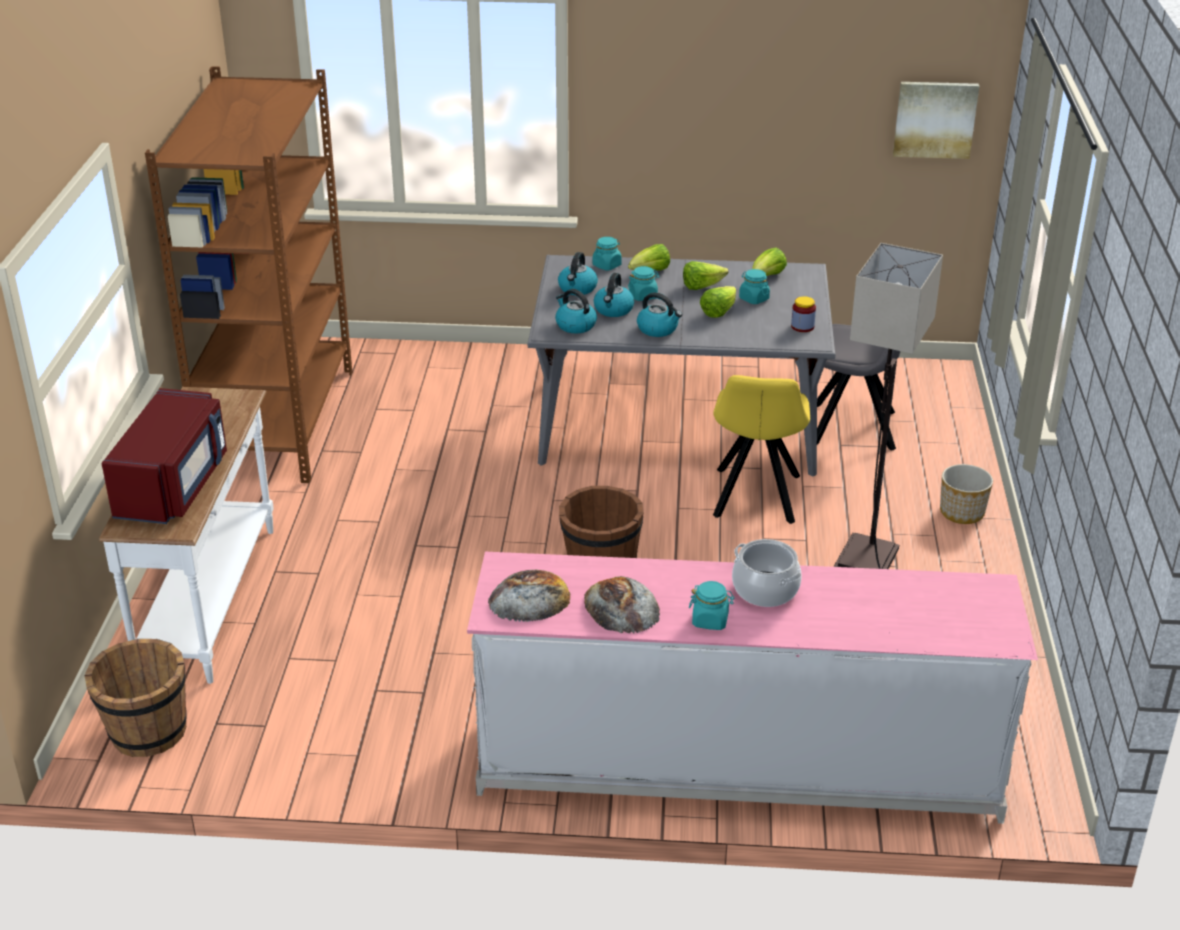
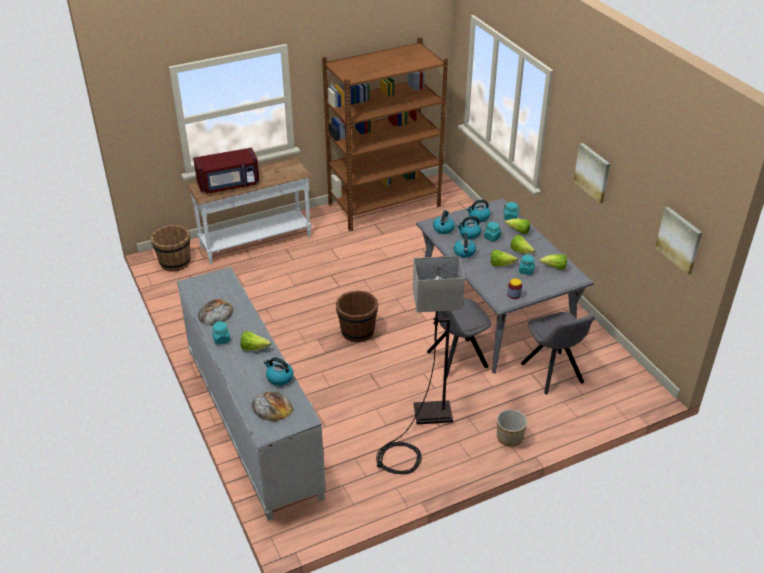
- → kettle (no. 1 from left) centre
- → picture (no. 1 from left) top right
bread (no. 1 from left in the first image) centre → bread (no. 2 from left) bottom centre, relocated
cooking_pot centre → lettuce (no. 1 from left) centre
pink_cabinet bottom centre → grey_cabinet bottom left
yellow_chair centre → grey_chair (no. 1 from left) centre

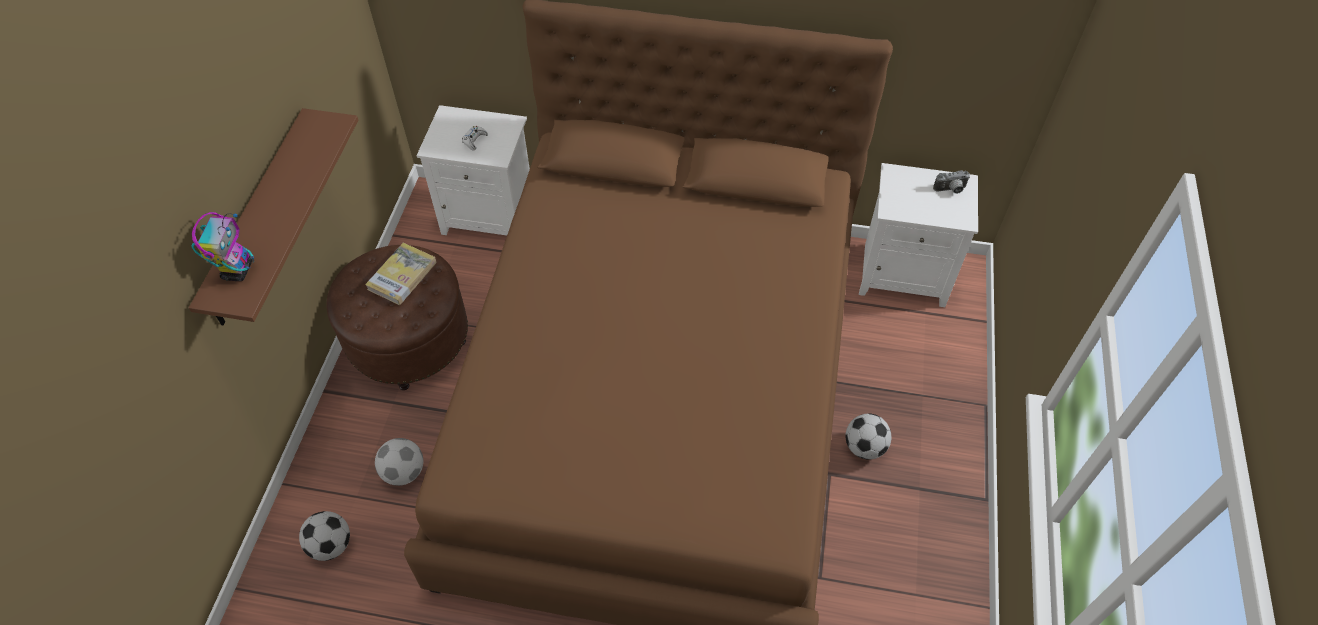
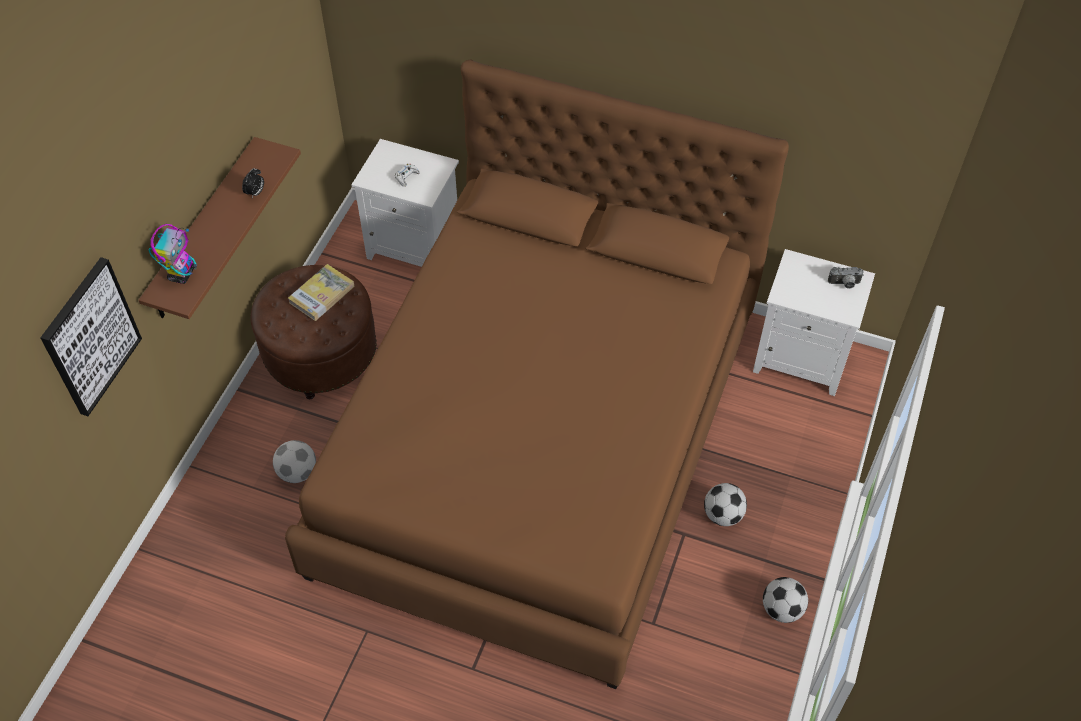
- → picture middle left
- → alarm_clock top left
football (no. 1 from left in the first image) bottom left → football (no. 3 from left) bottom right, relocated

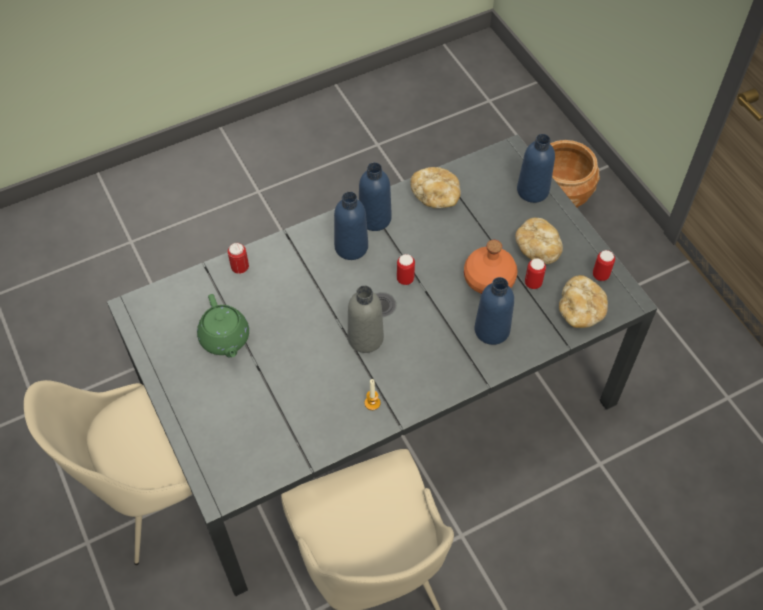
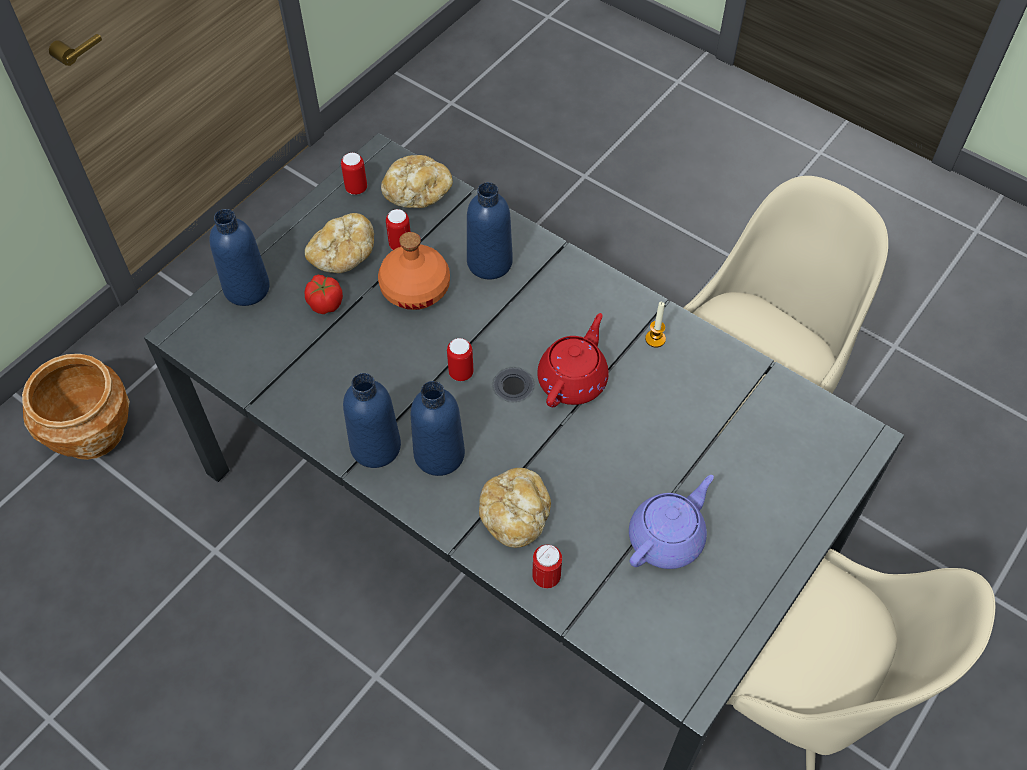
- → tomato middle left
bread (no. 1 from left in the first image) top centre → bread (no. 3 from left) centre, relocated
grey_bottle centre → red_teapot centre
green_teapot middle left → purple_teapot bottom centre

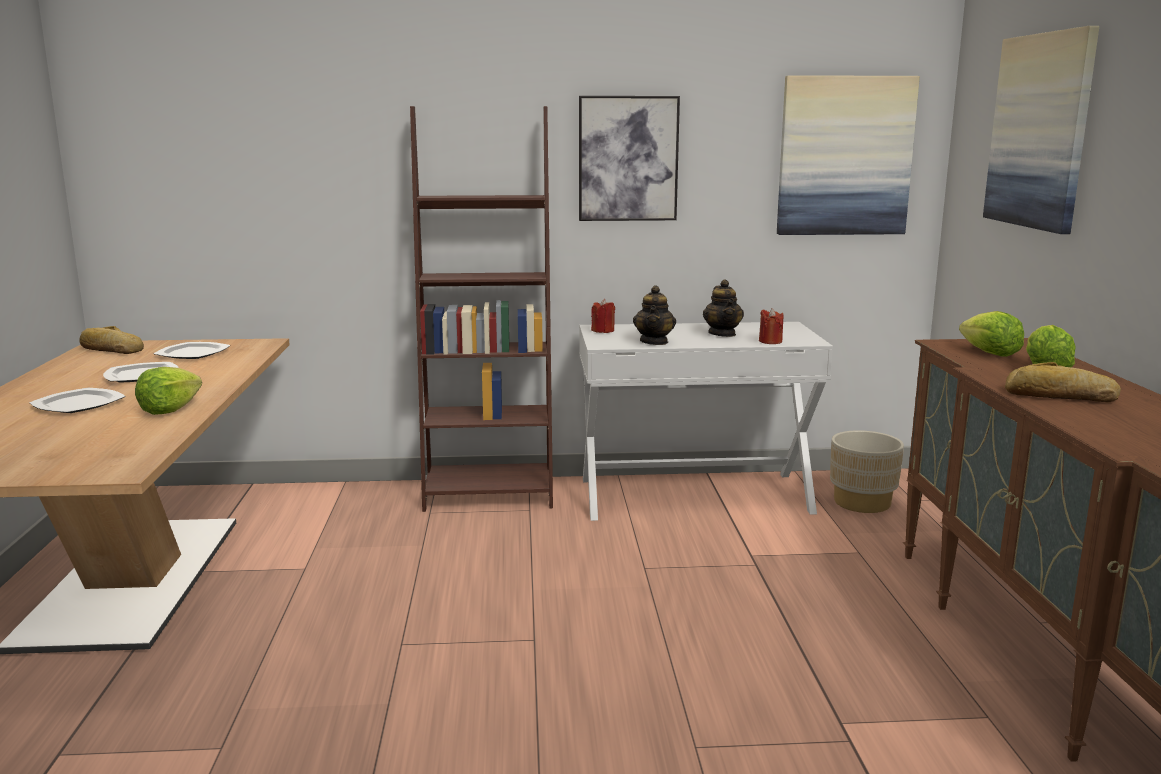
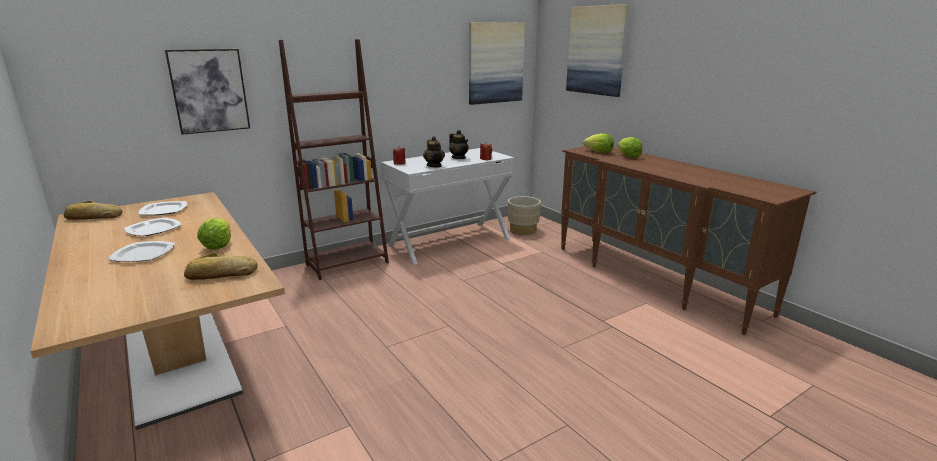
picture (no. 1 from left) top centre → picture (no. 1 from left) top left, relocated
bread (no. 2 from left) middle right → bread (no. 2 from left) middle left, relocated

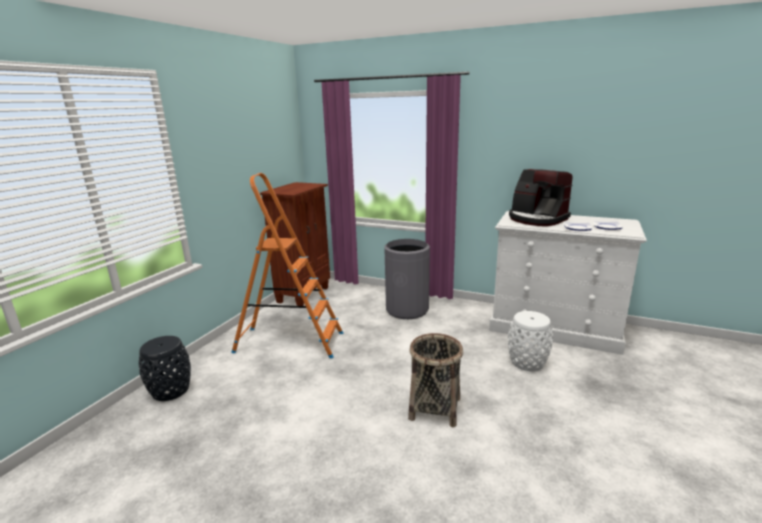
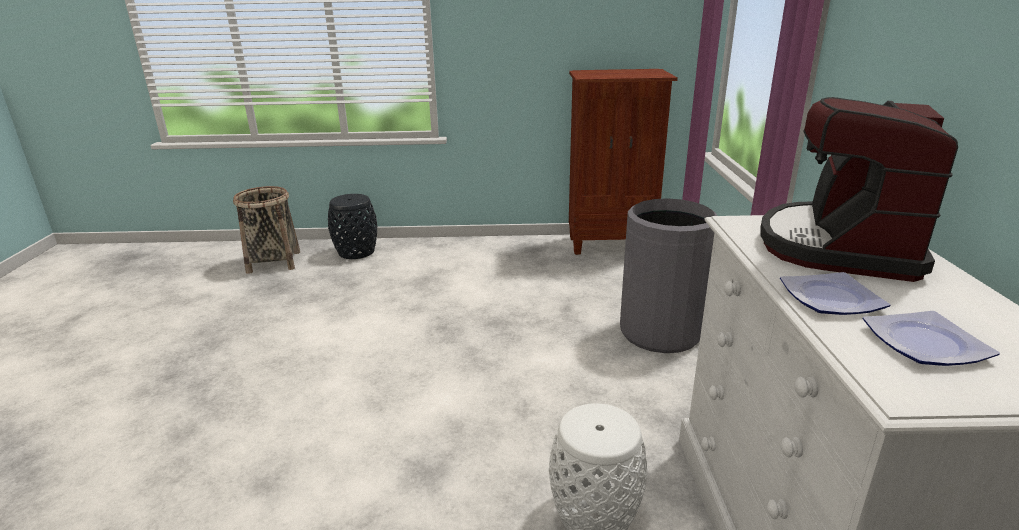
orange_step_ladder centre → -
basket bottom centre → basket middle left, relocated

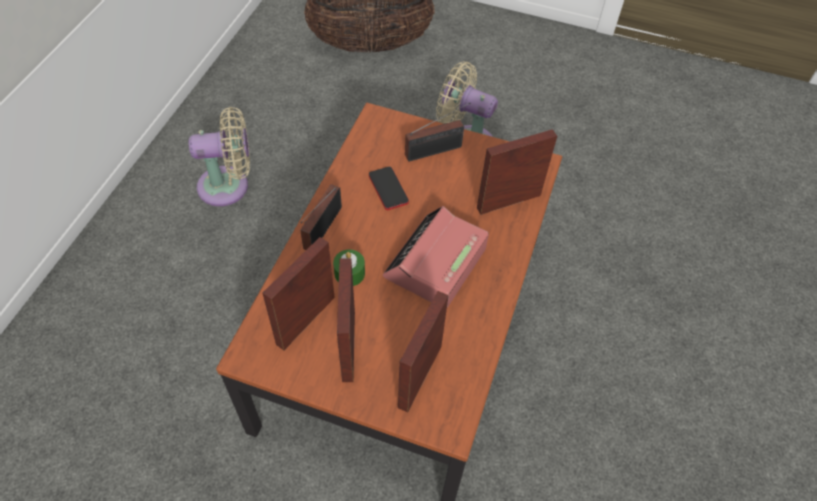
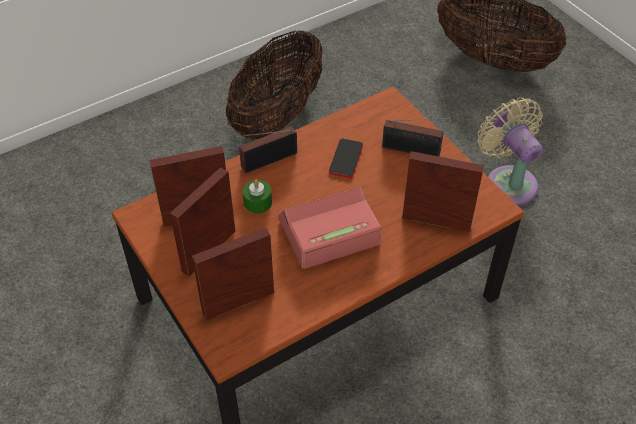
beige_fan (no. 1 from left) top left → basket (no. 1 from left) top centre

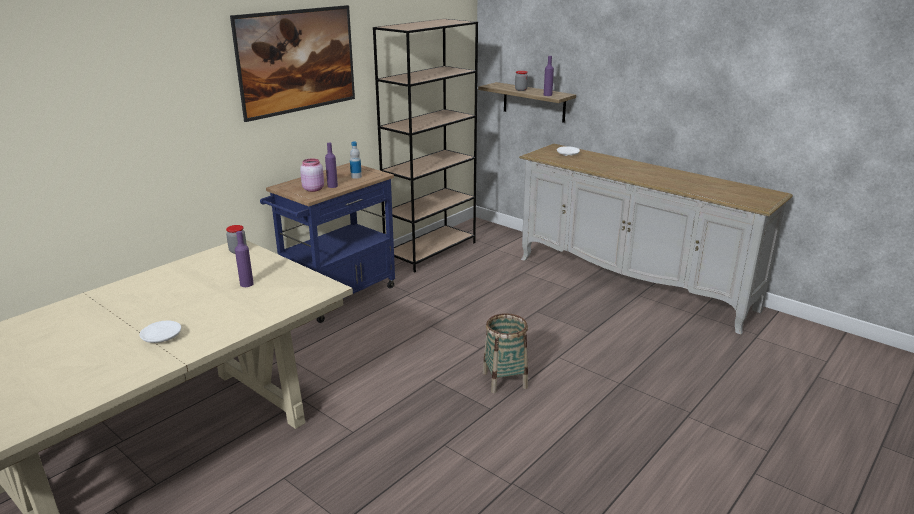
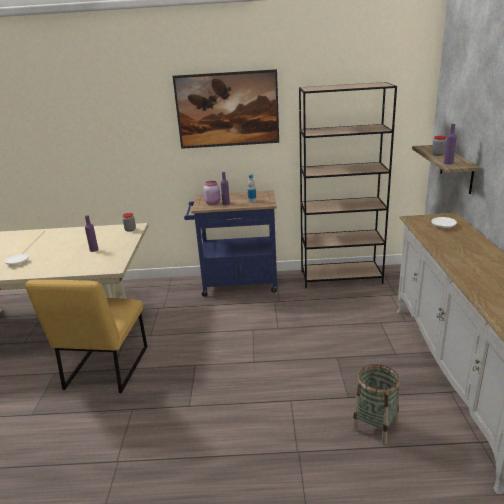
- → yellow_chair bottom left
basket bottom centre → basket bottom right, relocated

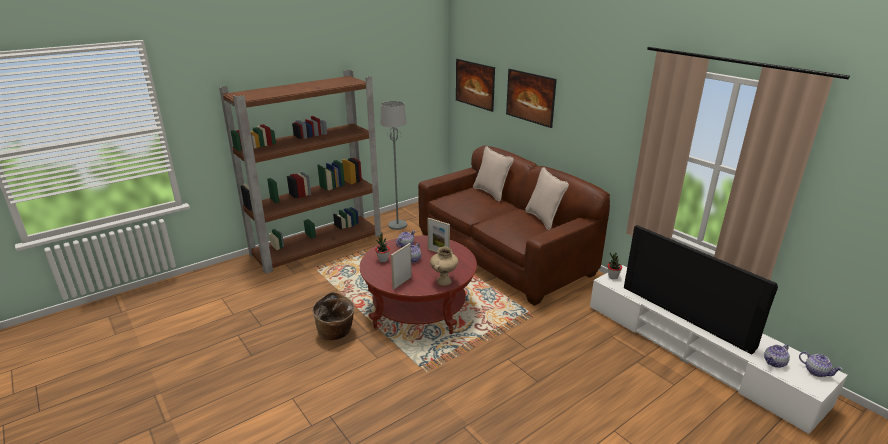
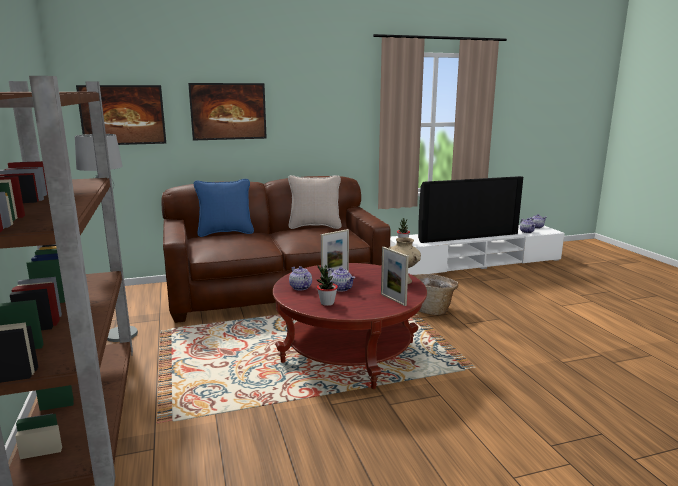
basket bottom centre → basket centre, relocated
beige_pillow (no. 1 from left) centre → blue_pillow middle left

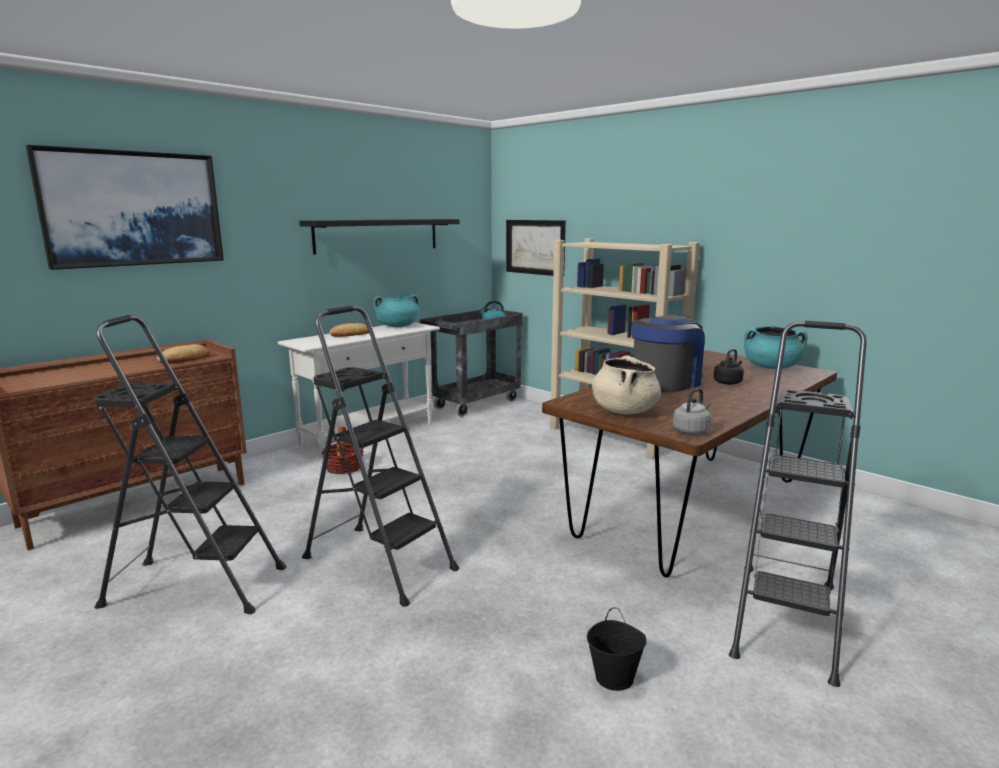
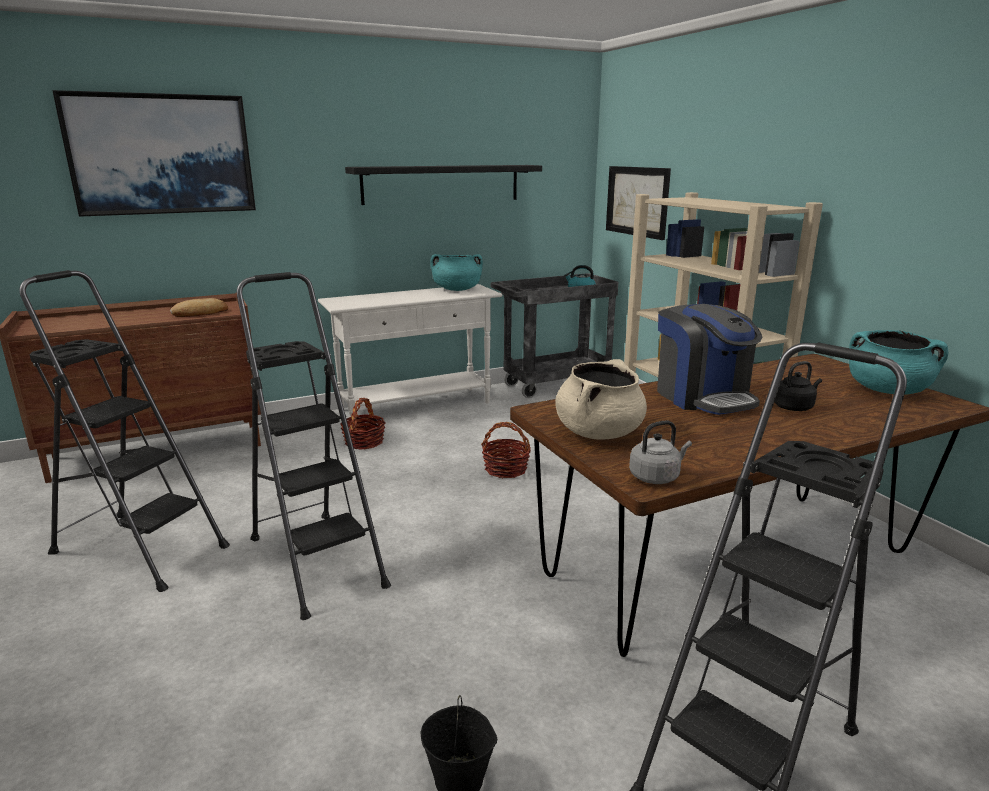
bread (no. 2 from left) centre → -
- → basket (no. 2 from left) centre
coffee_machine middle right, 90 degrees clockwise

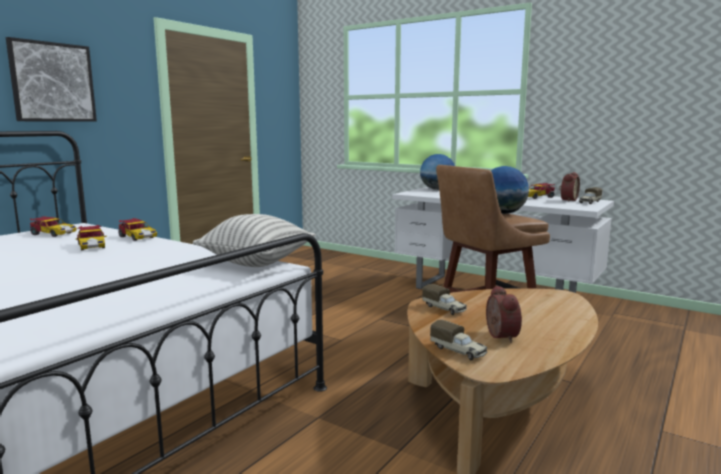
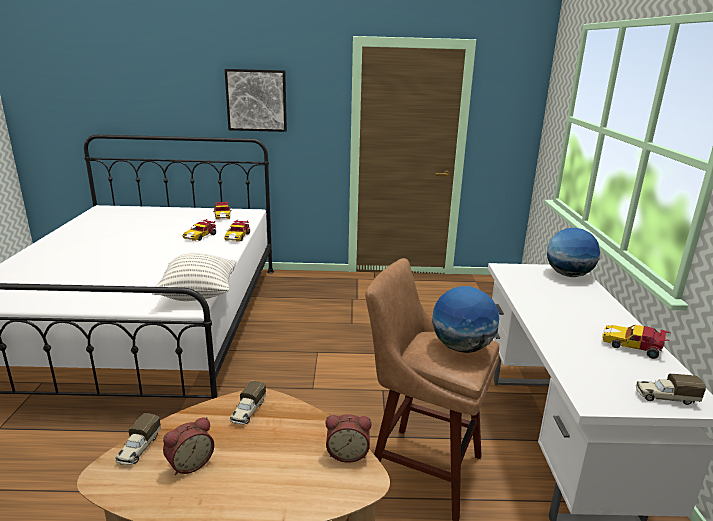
alarm_clock (no. 2 from left) middle right → alarm_clock (no. 2 from left) bottom centre, relocated

